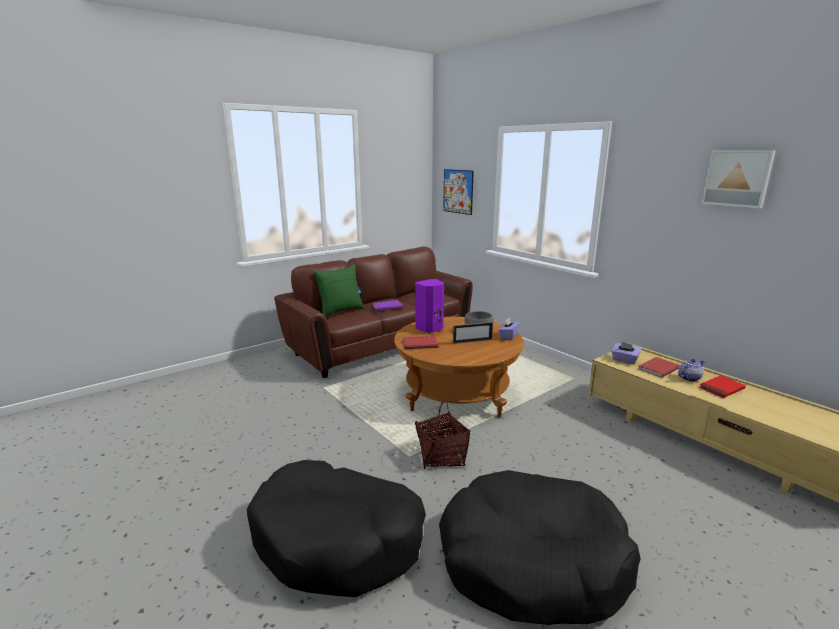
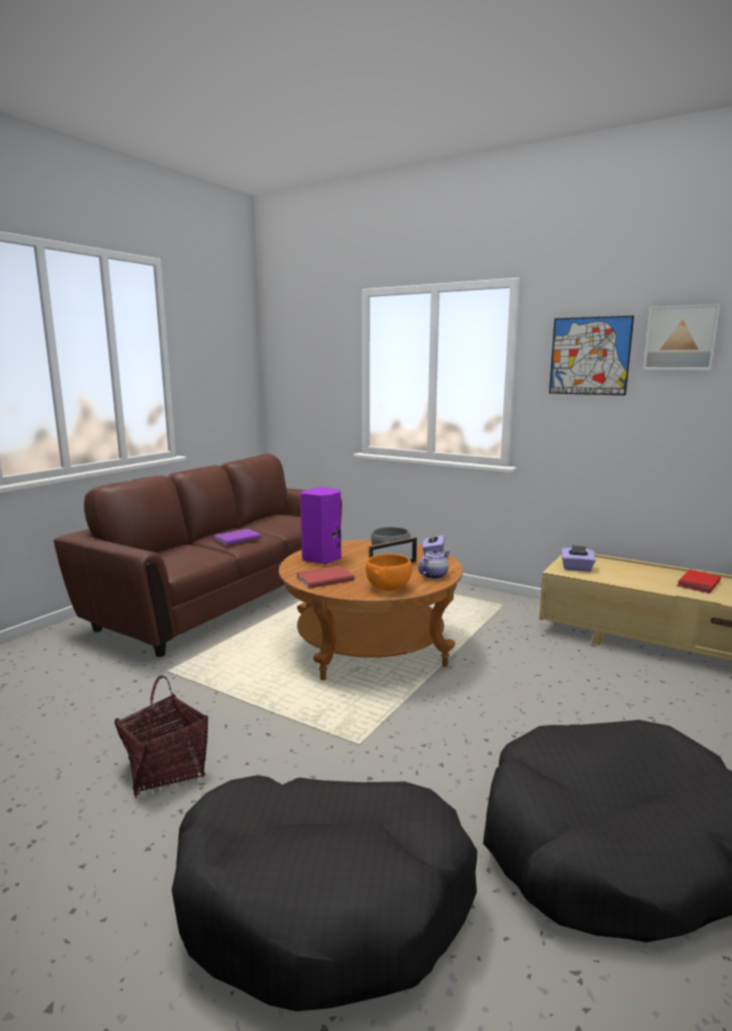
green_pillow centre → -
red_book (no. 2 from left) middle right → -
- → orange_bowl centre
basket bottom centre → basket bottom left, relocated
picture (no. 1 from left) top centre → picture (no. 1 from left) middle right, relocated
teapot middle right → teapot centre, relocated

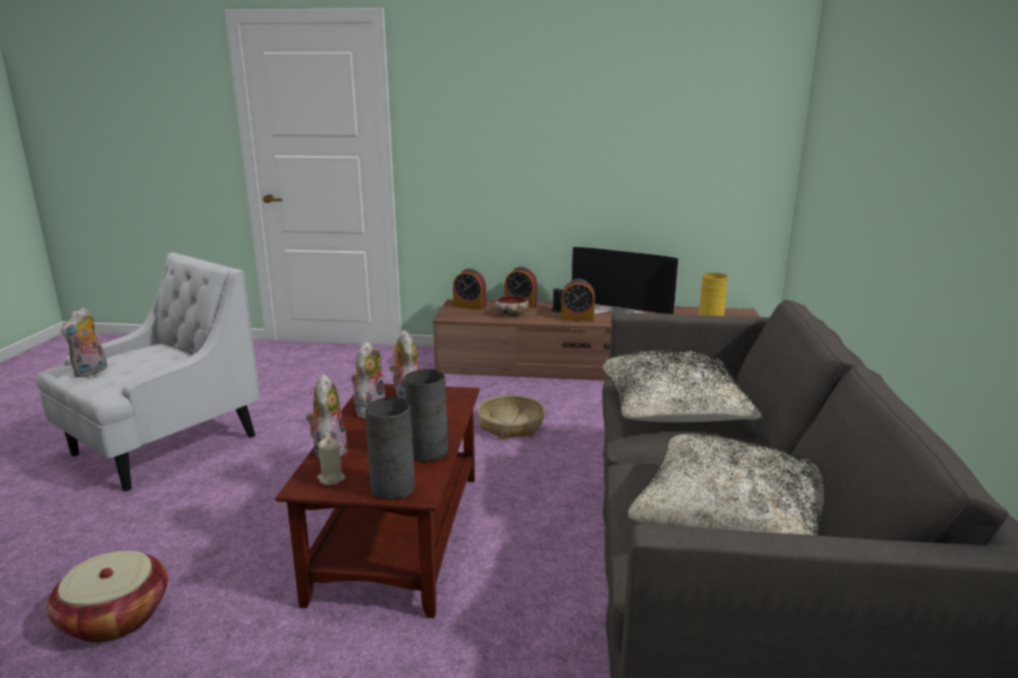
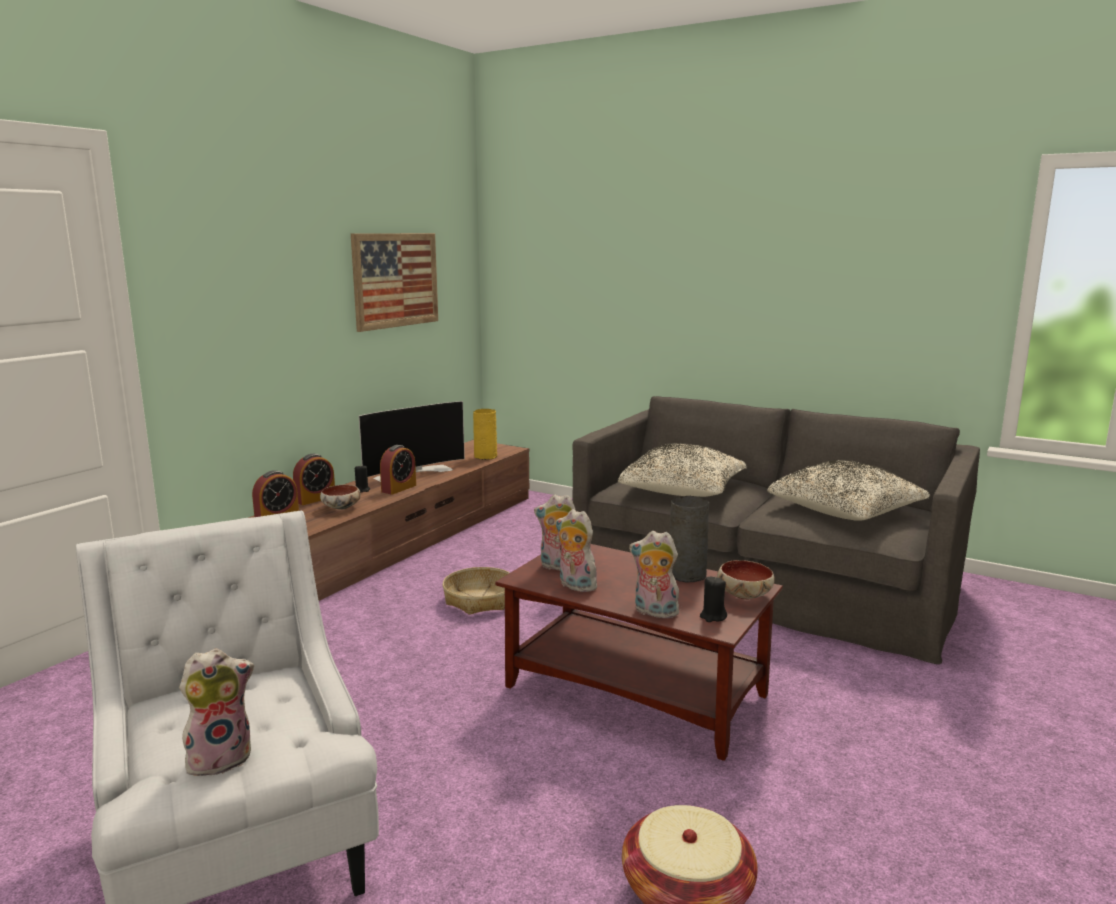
- → picture top centre
grey_vase (no. 1 from left) centre → bowl (no. 2 from left) middle right
beige_candle bottom left → black_candle (no. 2 from left) centre
plush_toy (no. 1 from left) middle left → plush_toy (no. 1 from left) bottom left, 75 degrees counterclockwise

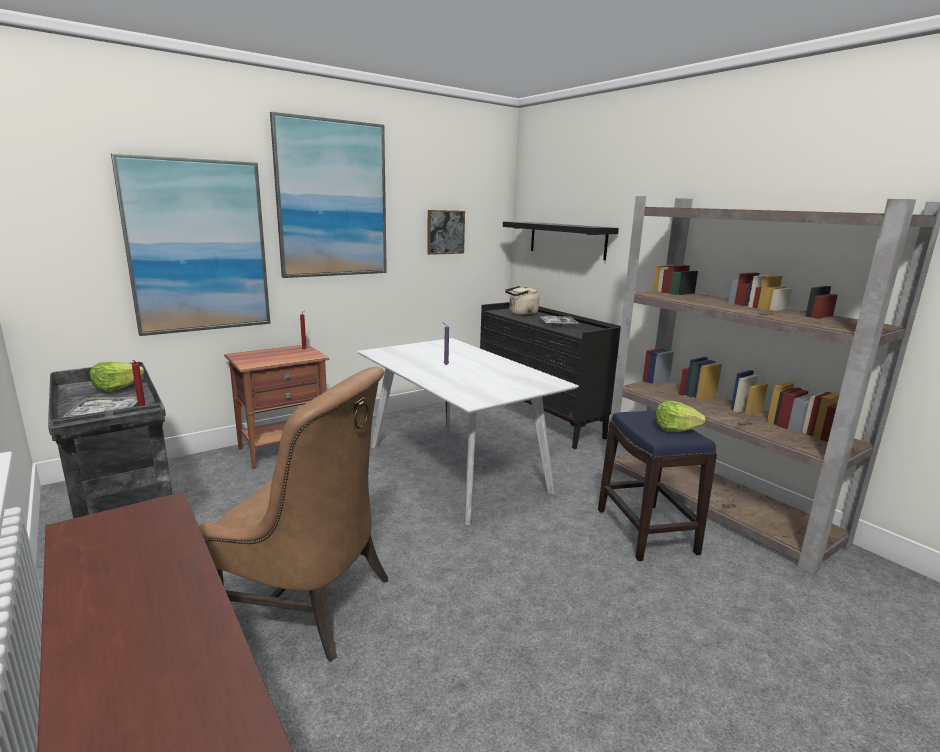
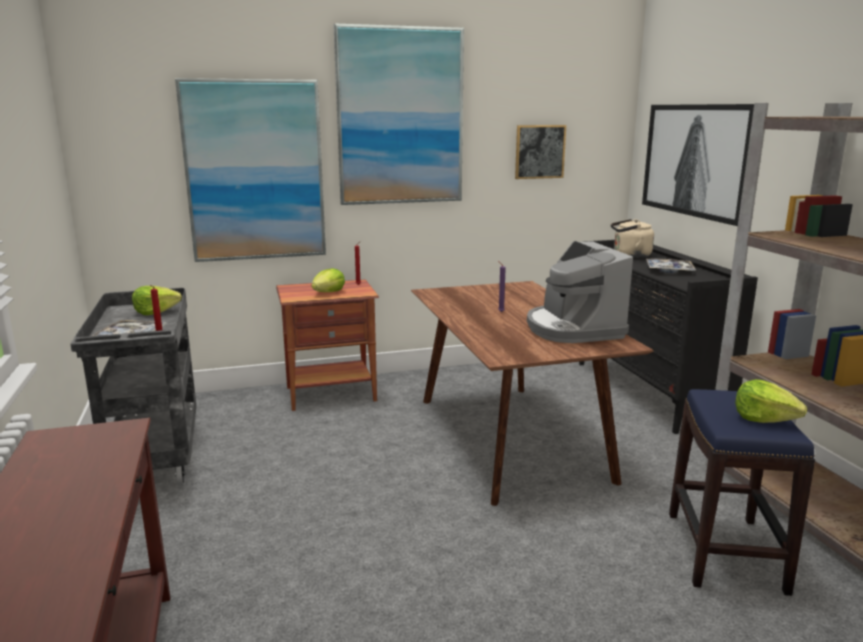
brown_chair bottom left → -
- → lettuce (no. 2 from left) centre
- → coffee_machine middle right
black_shelf top centre → picture (no. 4 from left) top right
white_dining_table centre → brown_dining_table centre

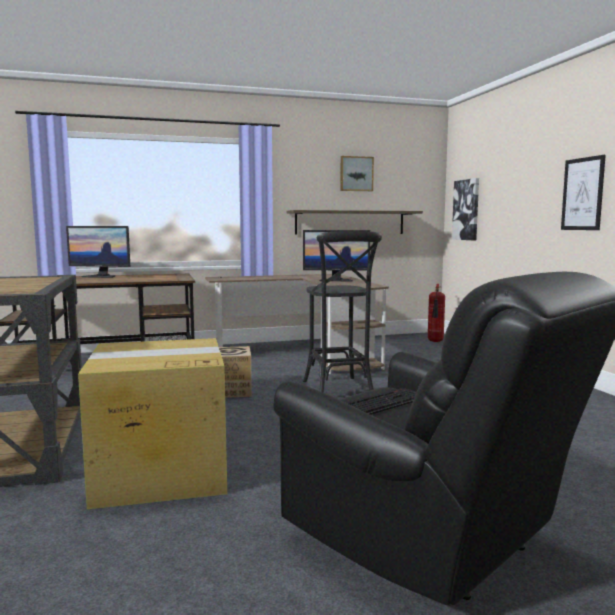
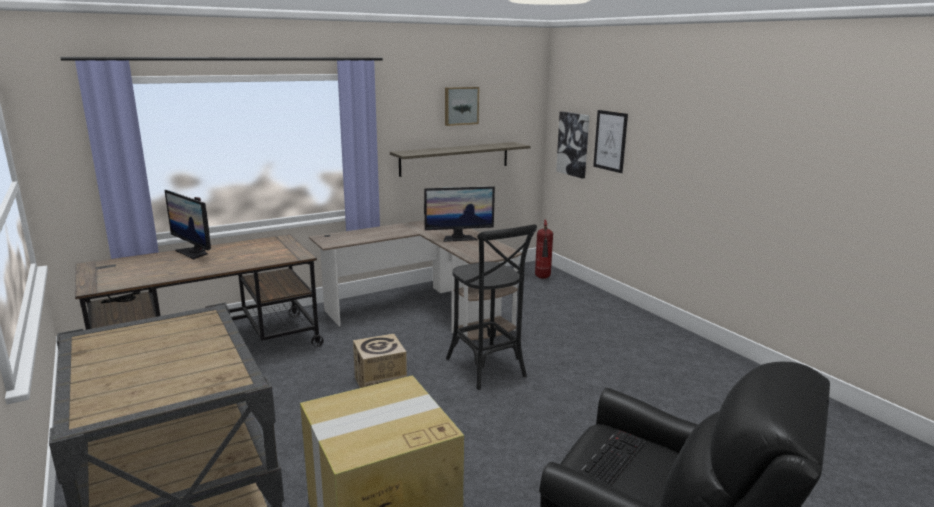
picture (no. 3 from left) top right → picture (no. 3 from left) top centre, relocated
monitor (no. 1 from left) middle left, 45 degrees clockwise

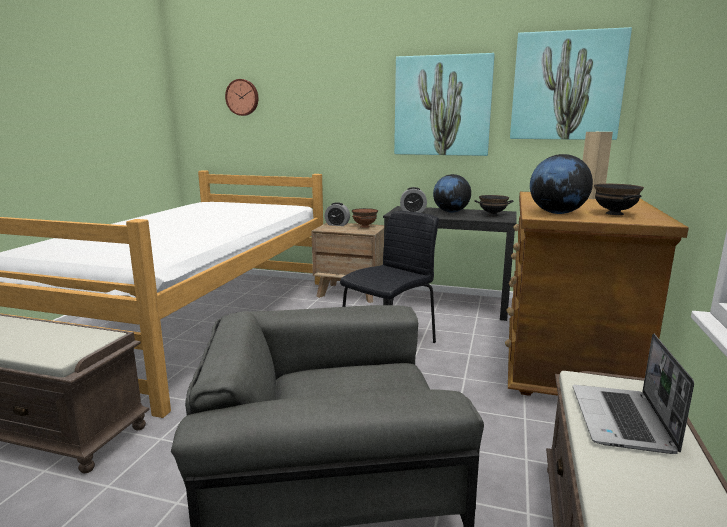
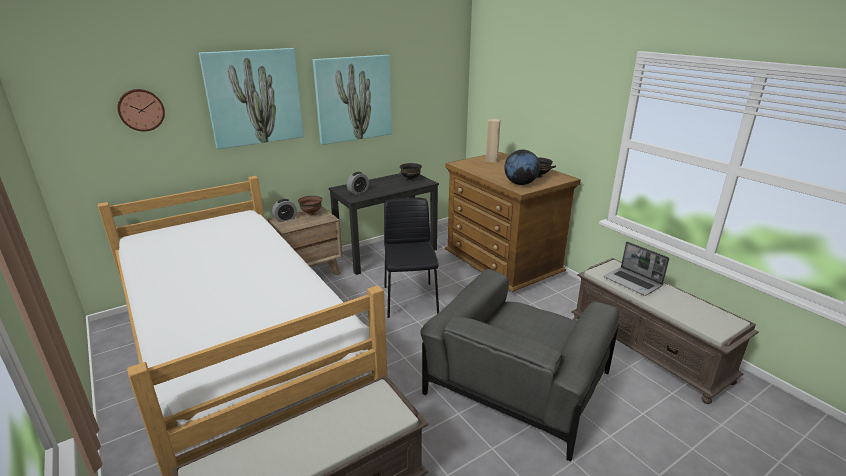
globe (no. 1 from left) centre → -
picture (no. 2 from left in the first image) top right → picture (no. 1 from left) top left, relocated

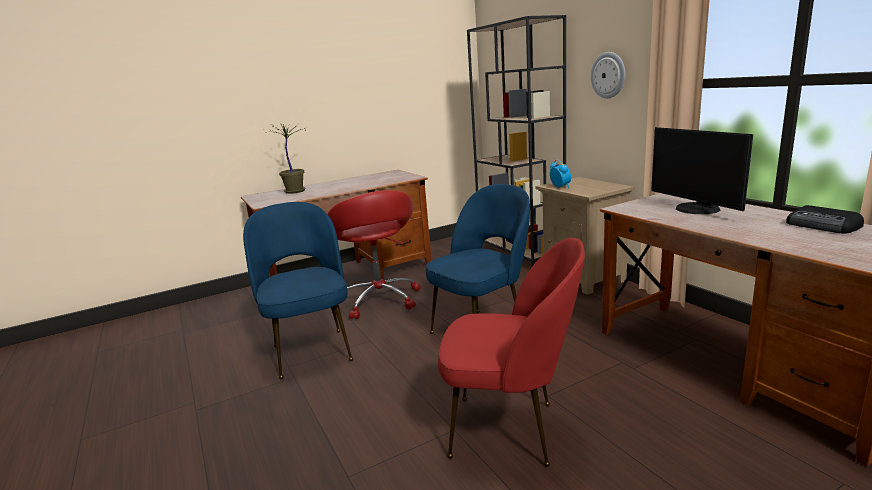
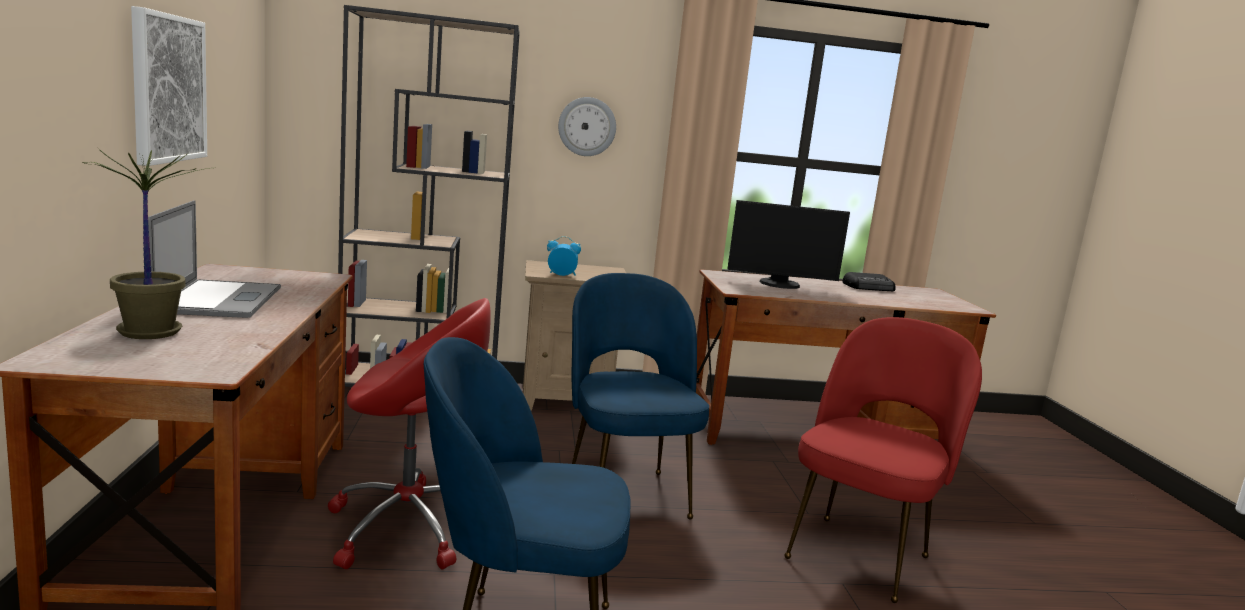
- → picture top left
- → laptop middle left

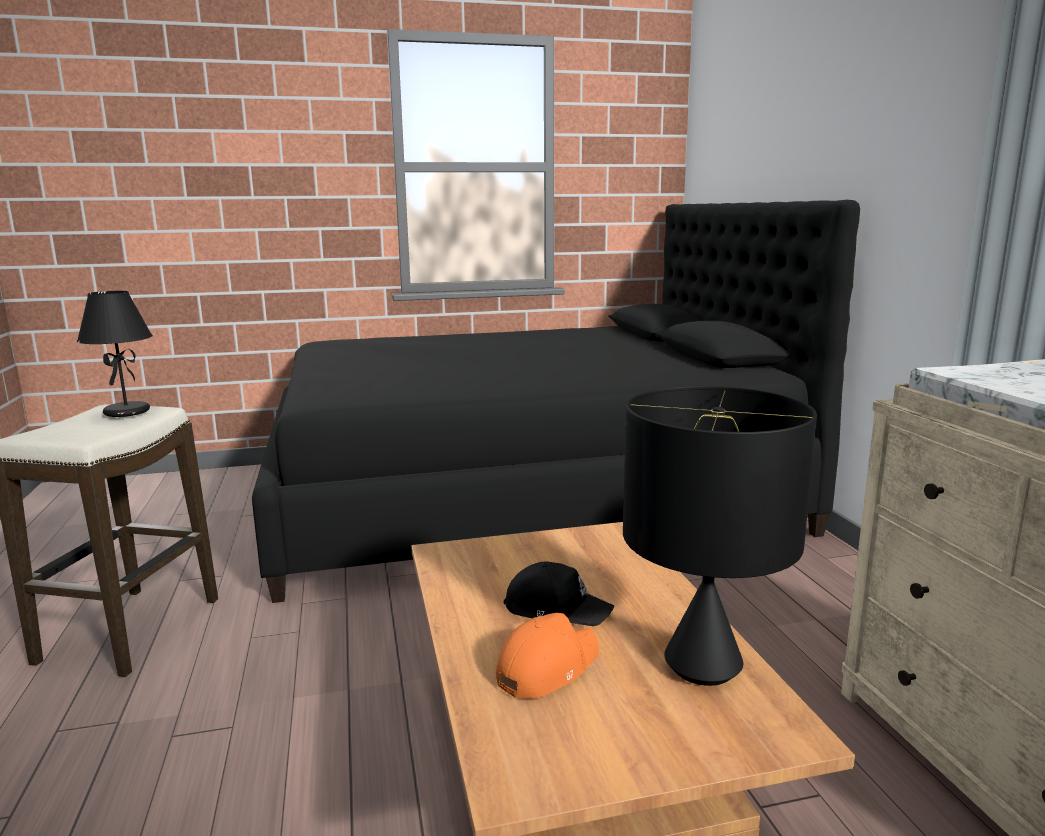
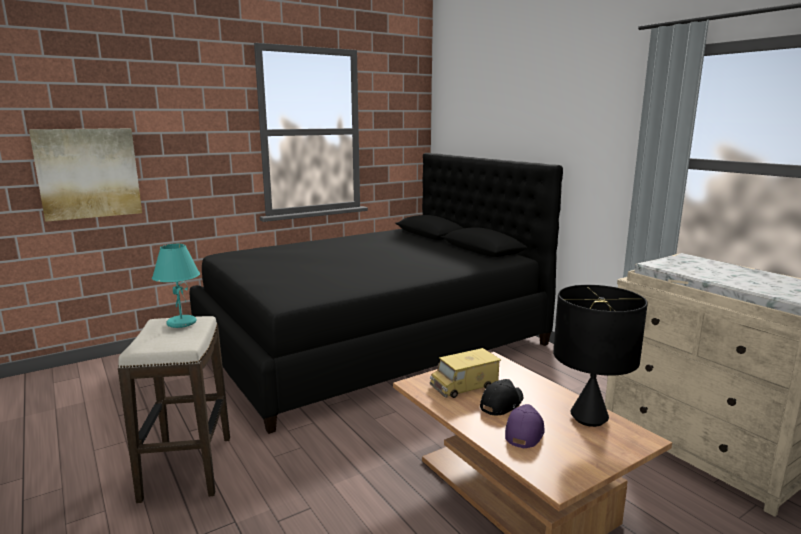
- → picture top left
- → toy_truck bottom centre
black_table_lamp (no. 1 from left) middle left → turquoise_table_lamp middle left
orange_cap bottom centre → purple_cap bottom centre
black_cap bottom centre, 45 degrees counterclockwise

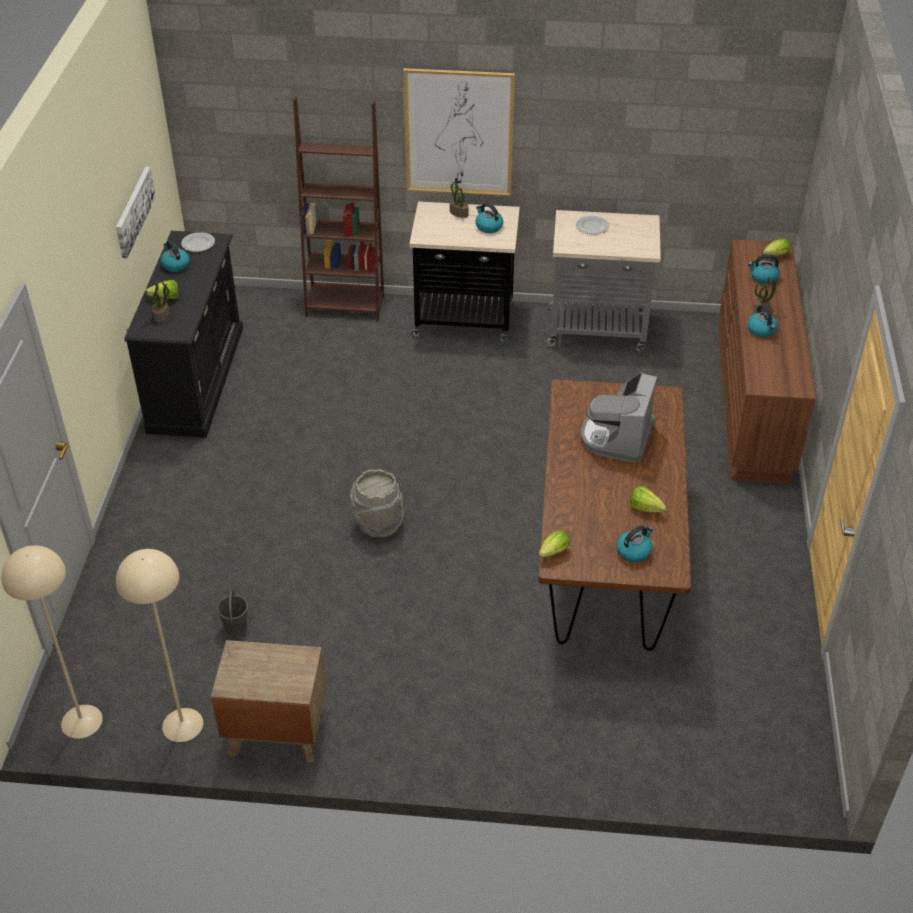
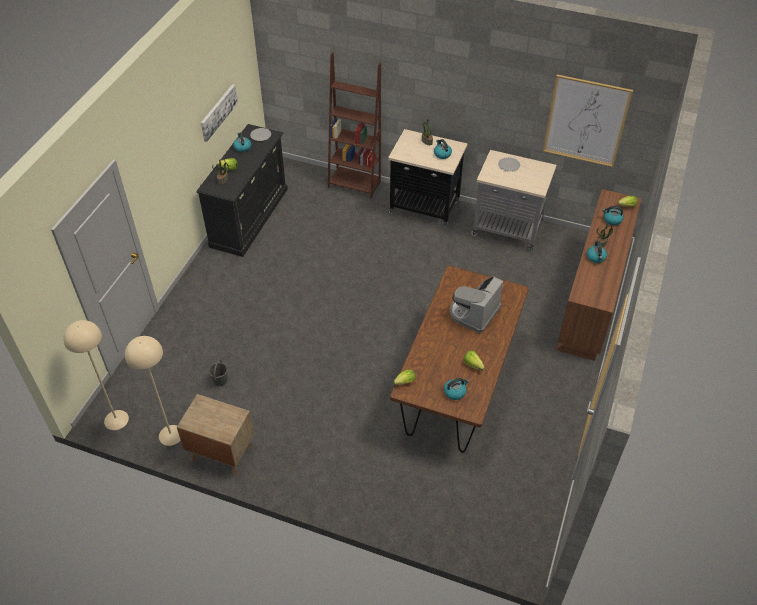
grey_bucket (no. 2 from left) centre → -
picture (no. 2 from left) top centre → picture (no. 2 from left) top right, relocated

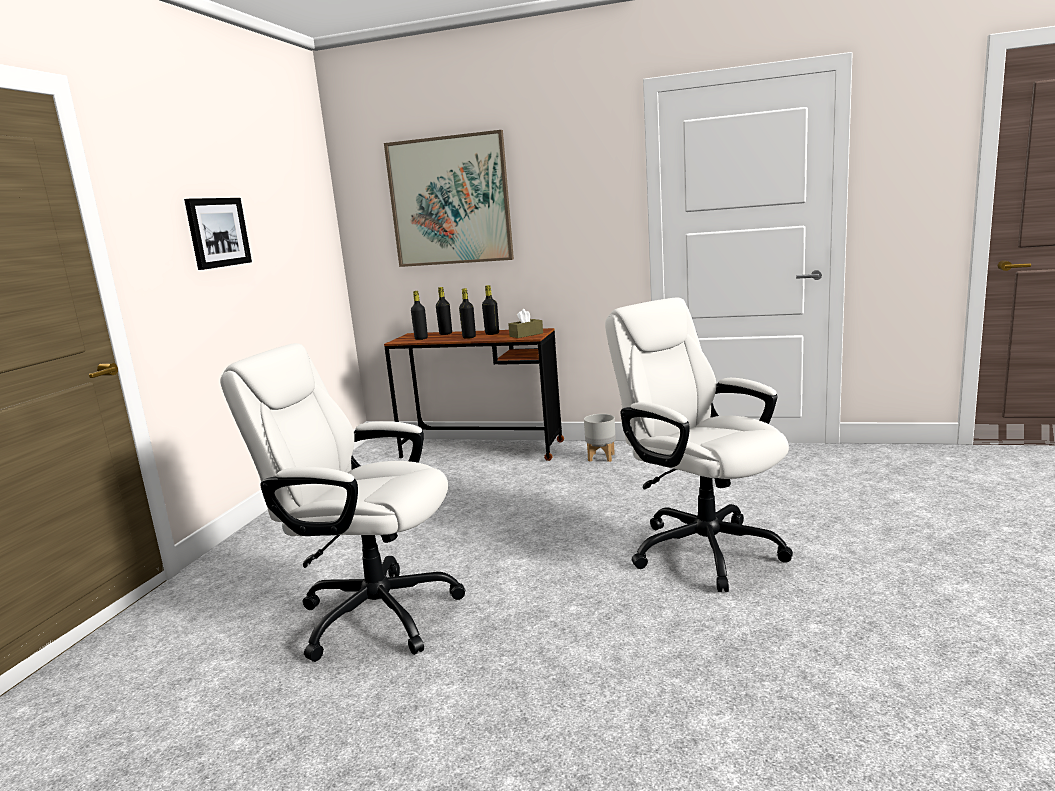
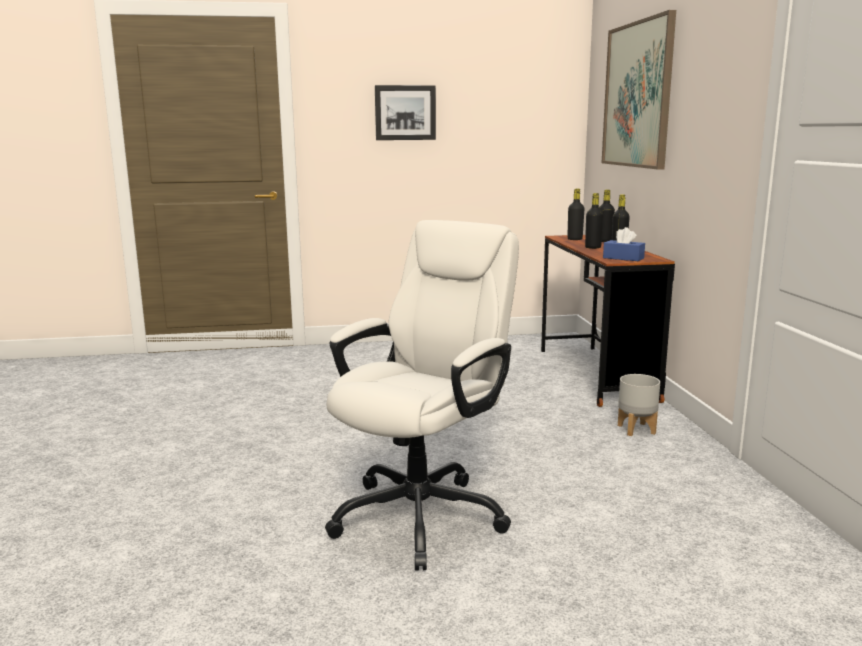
white_office_chair (no. 1 from left) middle left → -
brown_tissue_box centre → blue_tissue_box middle right

